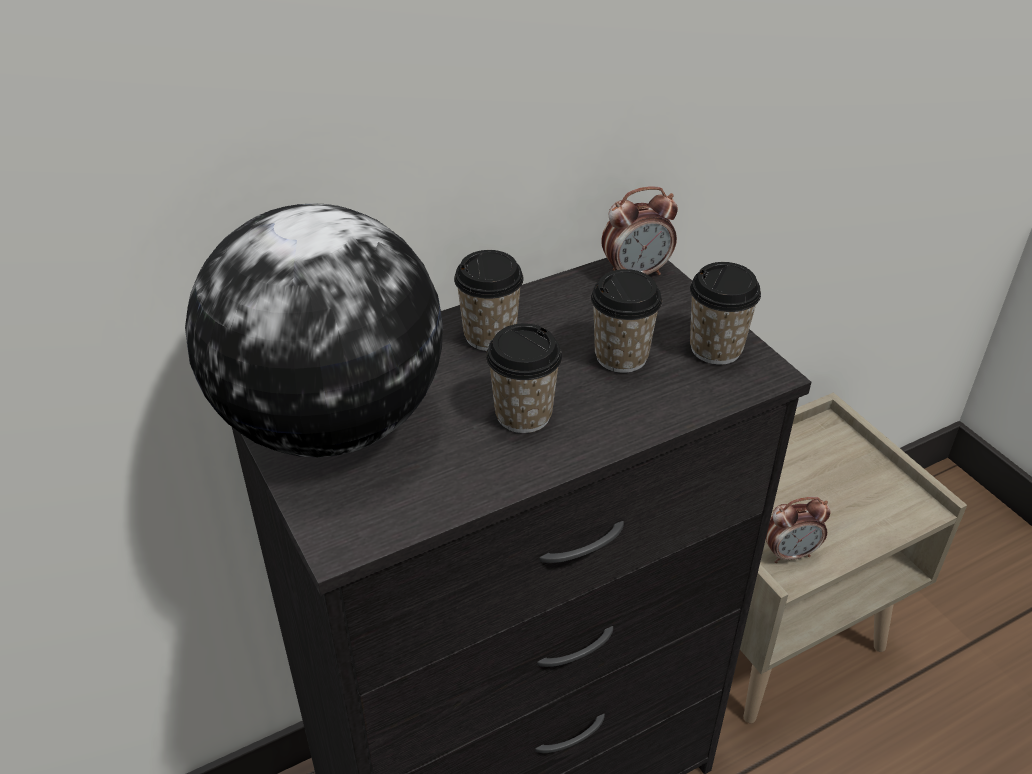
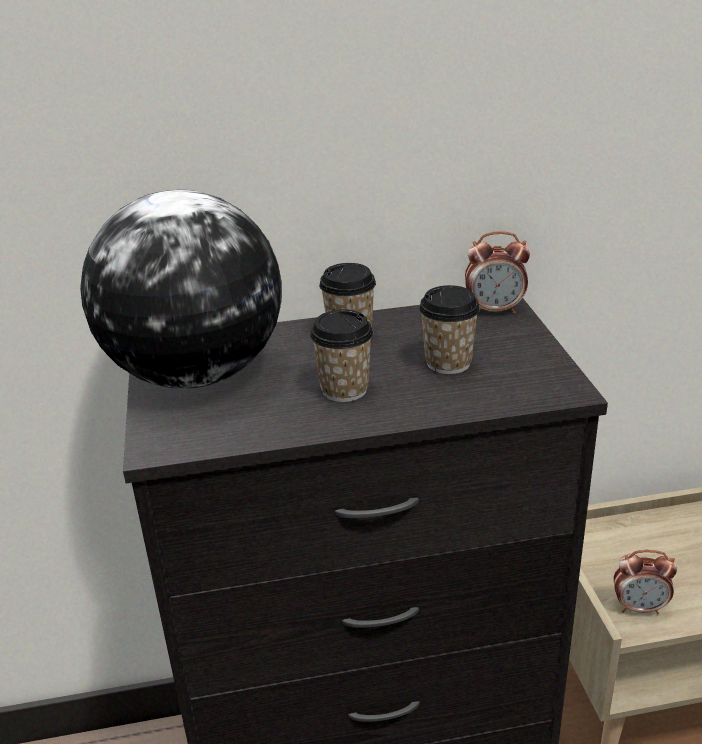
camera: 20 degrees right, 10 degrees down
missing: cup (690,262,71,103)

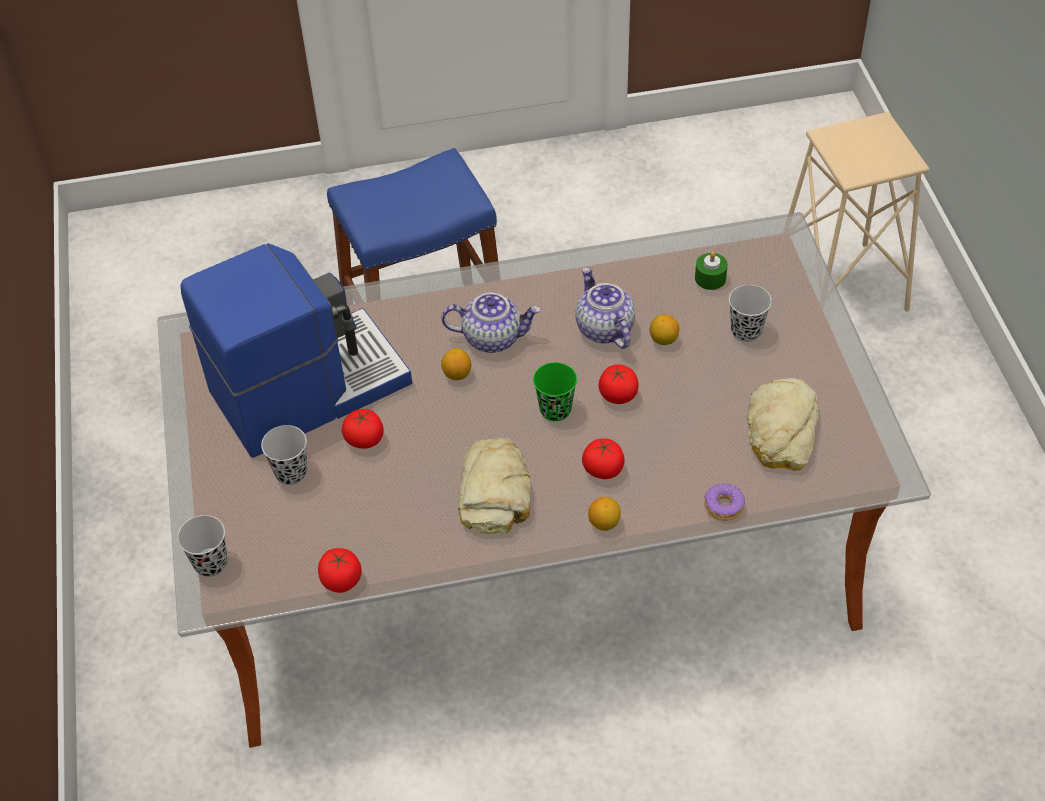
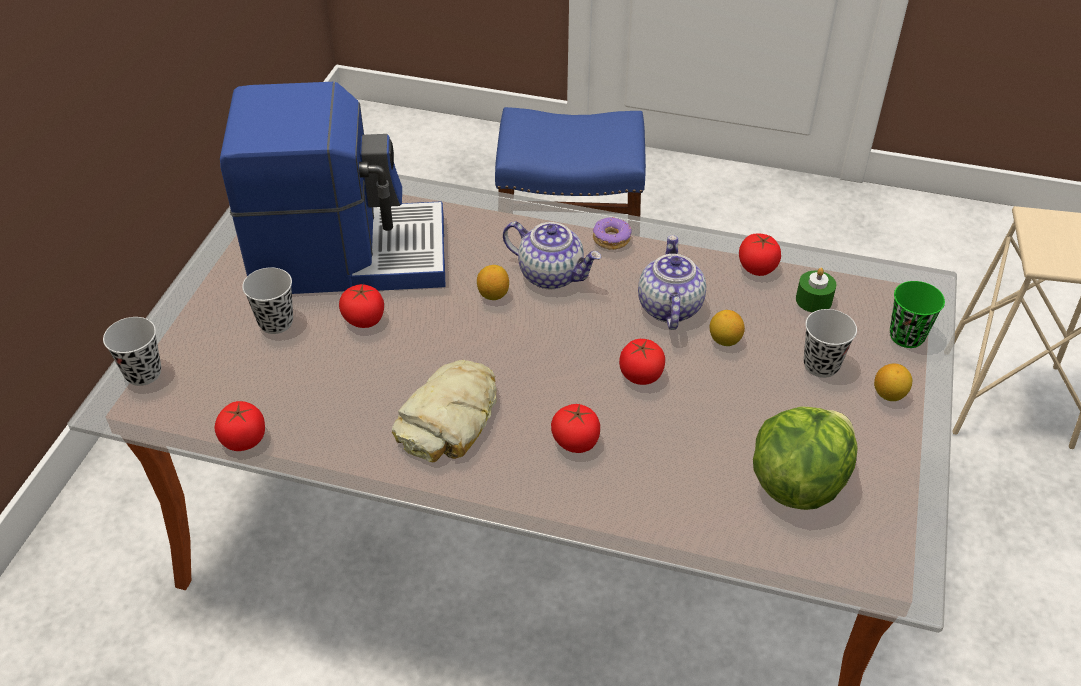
camera: 25 degrees right, 5 degrees down
appeared: tomato (739,233,42,43)
relocated: green cup (533,362,44,59) to (890,281,55,67); lemon (588,497,33,34) to (874,364,38,37); donut (704,484,41,37) to (593,217,38,33)
exchanged: bread (747,378,72,93) to lettuce (753,406,105,104)

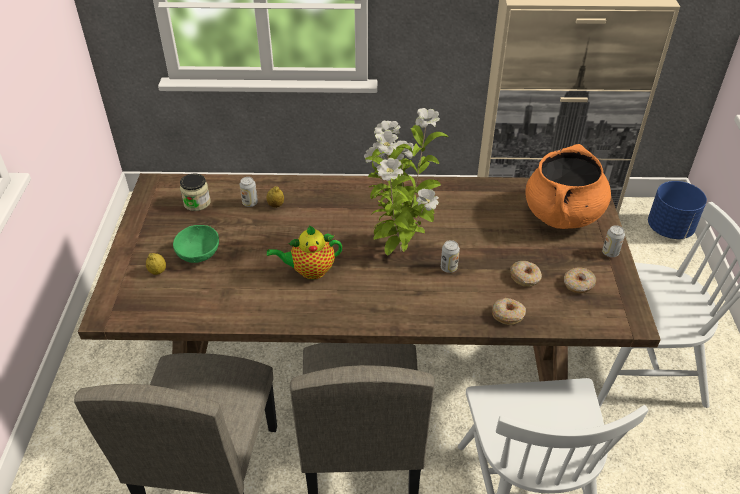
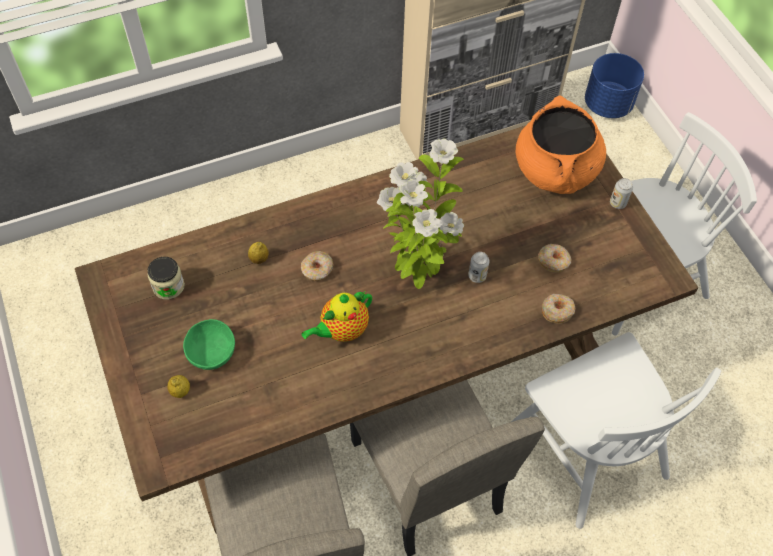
camera: 25 degrees left, 15 degrees up
missing: can (240,177,18,30)
relocated: donut (564,267,32,26) to (301,251,32,30)

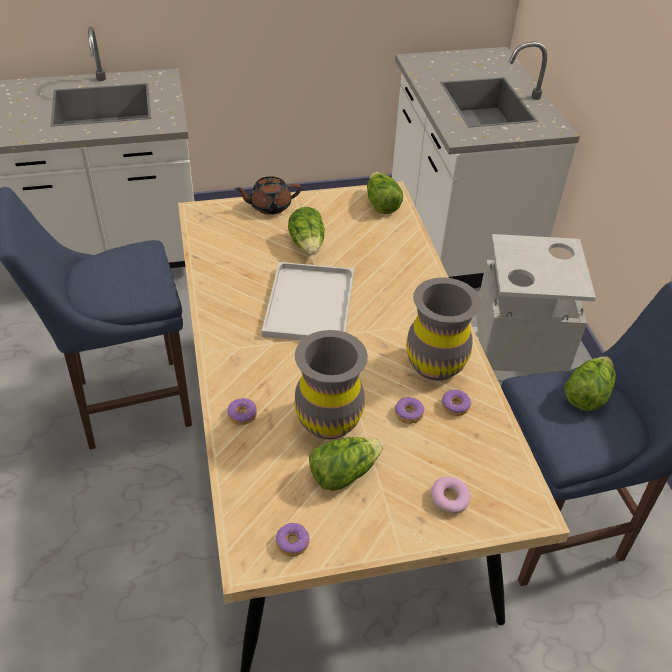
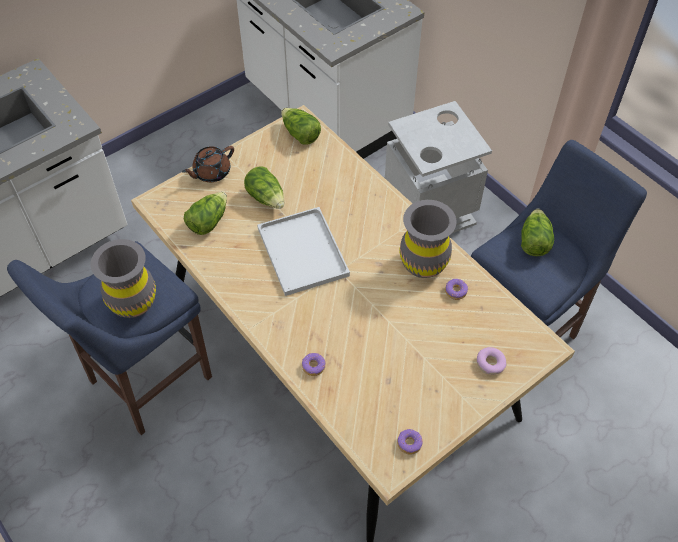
camera: 25 degrees left, 10 degrees up
missing: donut (395,396,29,28)
relocated: grey vase (294,330,74,109) to (91,239,65,79); lettuce (309,437,75,54) to (184,192,43,43)

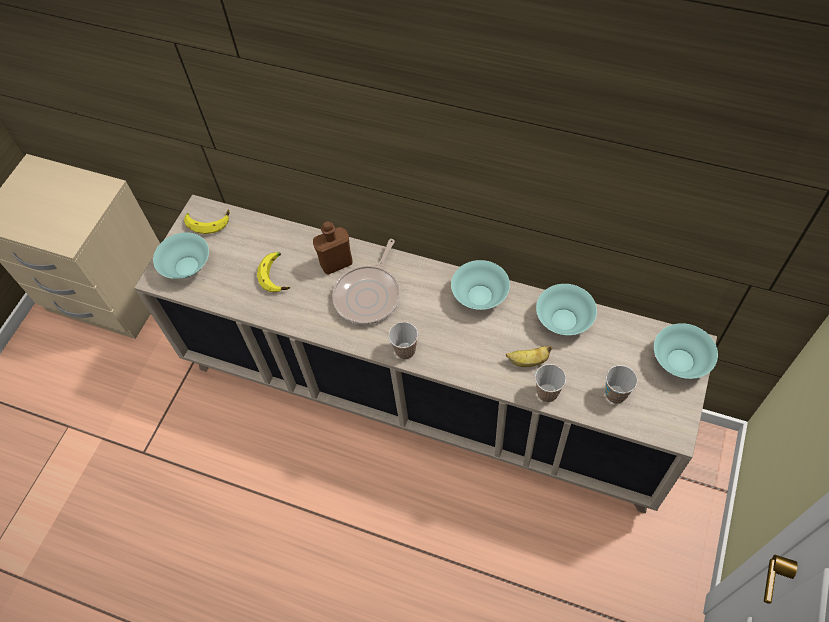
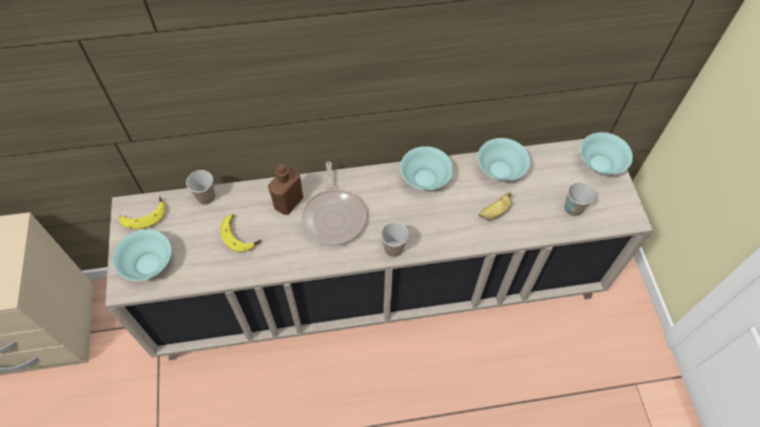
camera: 35 degrees left, 0 degrees up
relocated: cup (535,364,31,38) to (186,170,29,35)

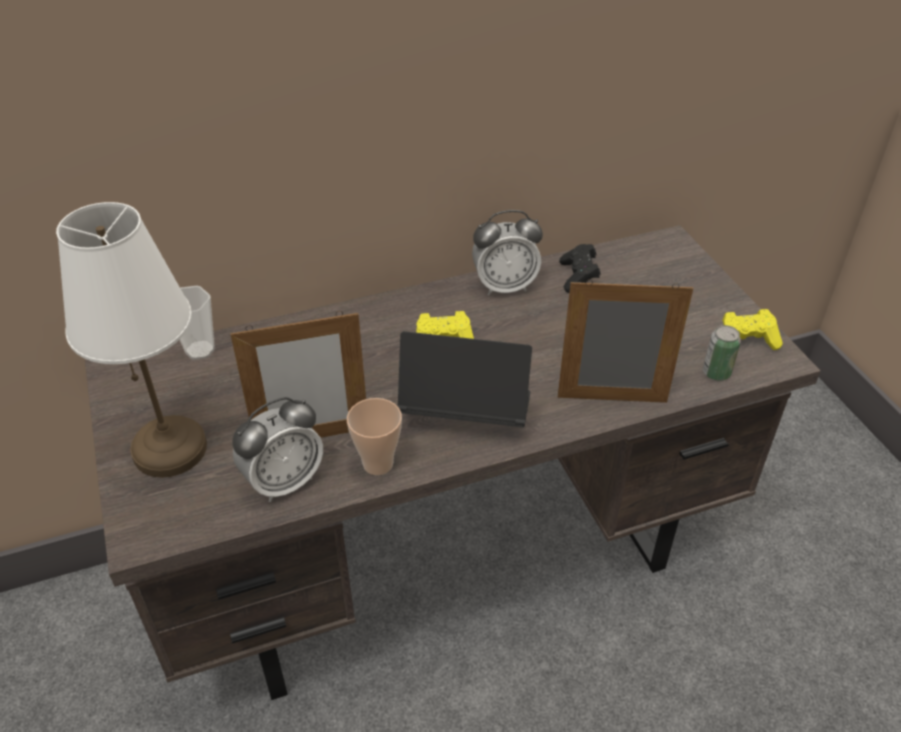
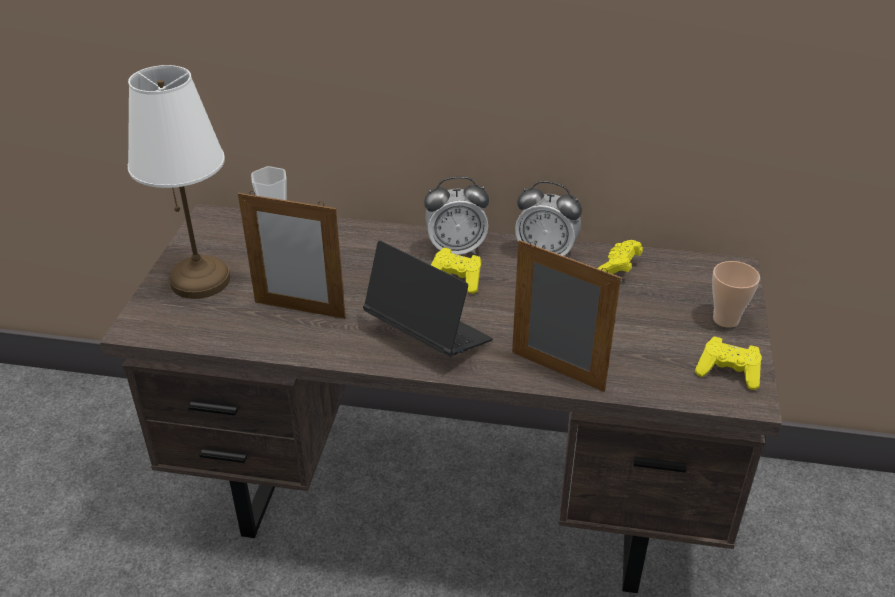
camera: 30 degrees right, 5 degrees down
missing: can (703,325,38,56)
relocated: alarm clock (232,397,91,105) to (424,176,65,79); cup (347,398,55,77) to (712,261,48,67)
colour: black game controller (559,244,42,49) to yellow game controller (597,240,46,34)

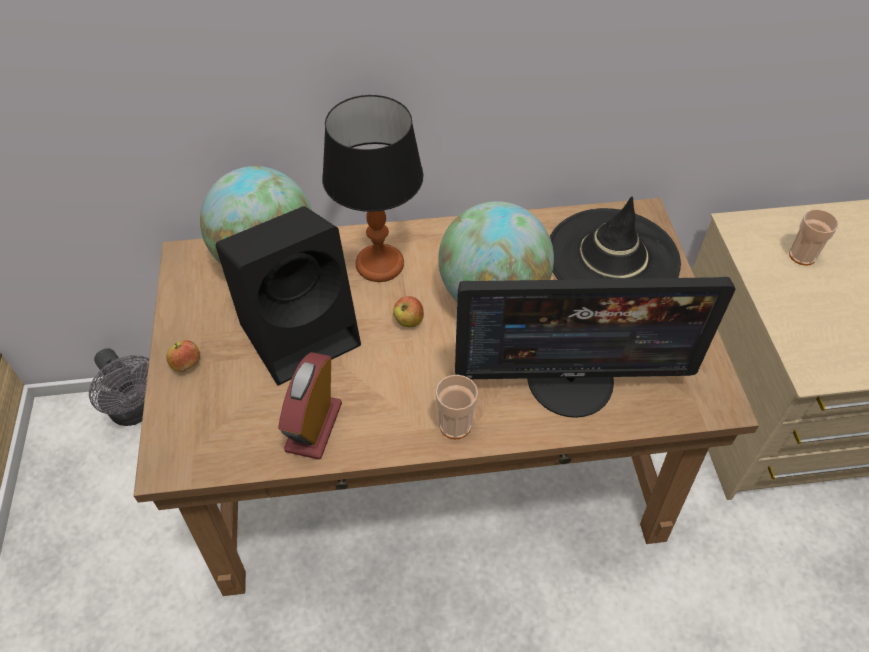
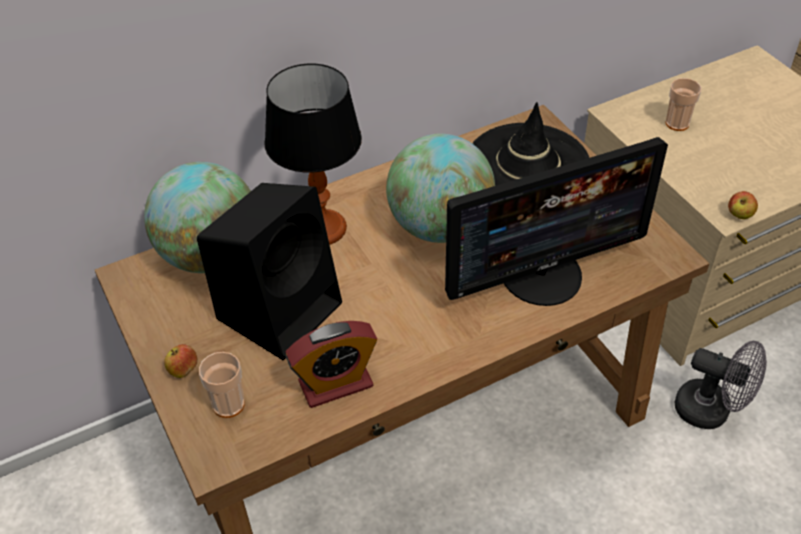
camera: 20 degrees left, 5 degrees down
relocated: grey fan (89,348,60,78) to (674,341,93,88); apple (393,296,31,31) to (728,191,30,28); cup (436,375,42,65) to (199,352,46,66)
spun: alarm clock (278,352,64,108) = (286,321,92,87) 105 degrees counterclockwise

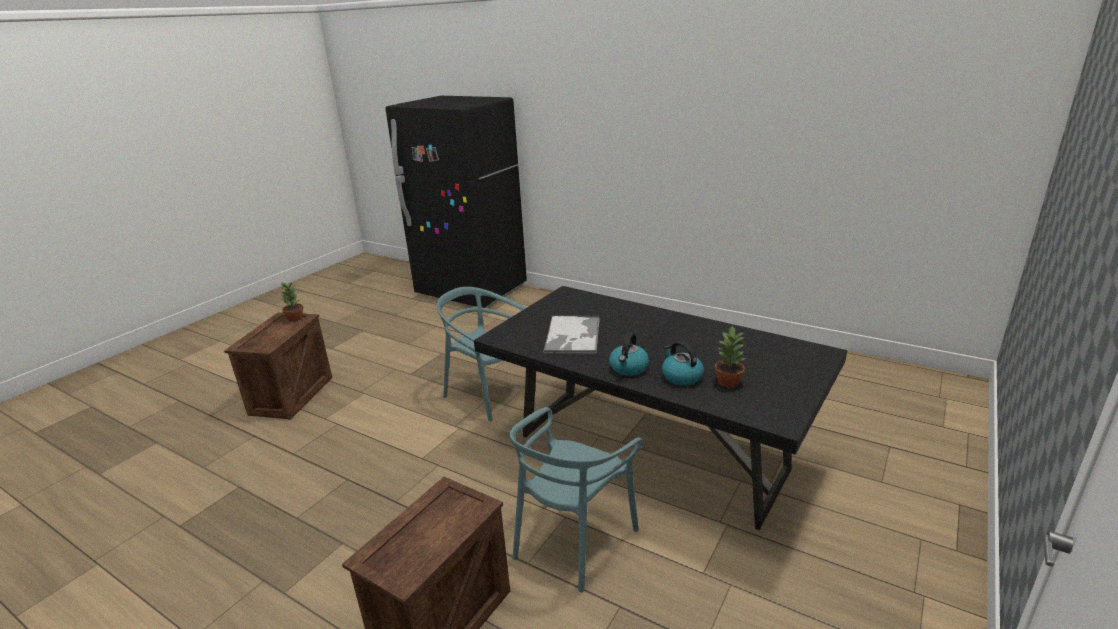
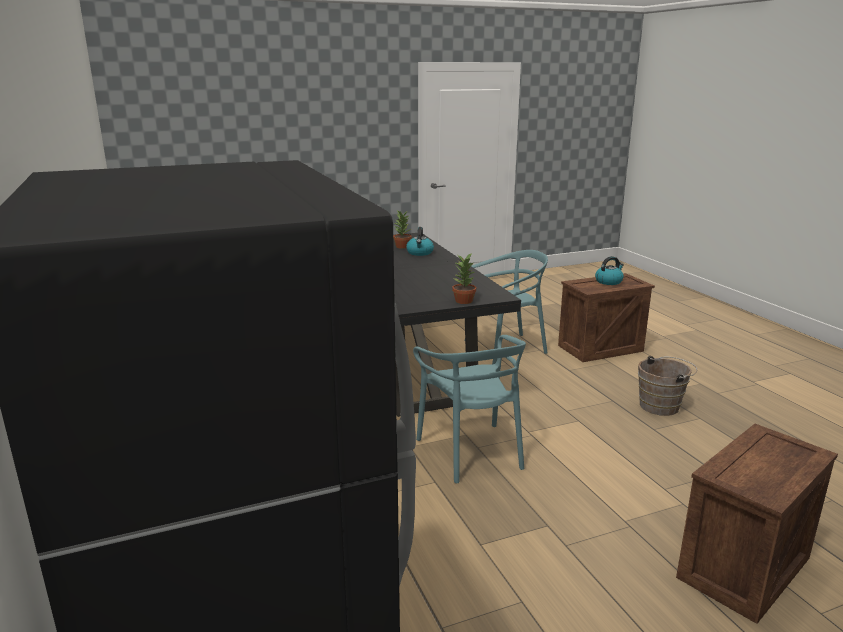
camera: 145 degrees left, 5 degrees down
missing: tray (543,315,57,40)
appeared: brown bucket (638,356,59,60)
relocated: potted plant (279,282,24,40) to (452,254,24,50); kettle (609,332,40,44) to (595,256,29,29)

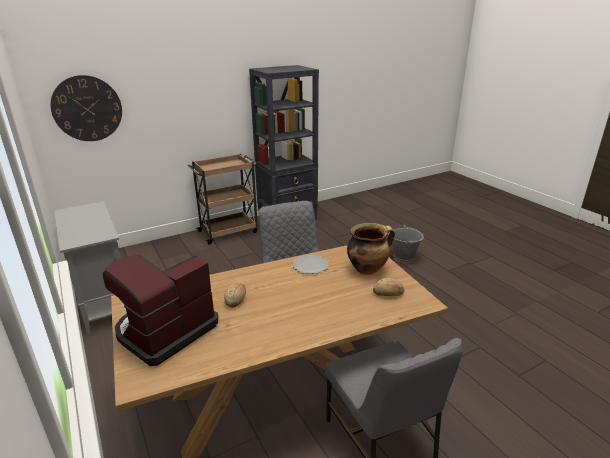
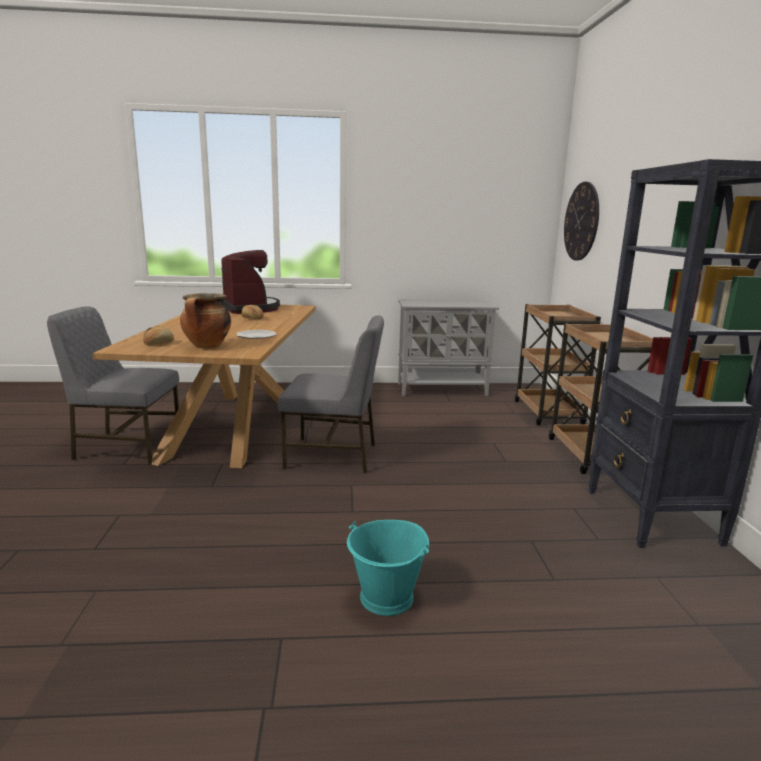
camera: 115 degrees right, 10 degrees down
appeared: brown cart (515,304,86,121)
colour: grey bucket (388,225,36,38) to turquoise bucket (347,520,82,96)

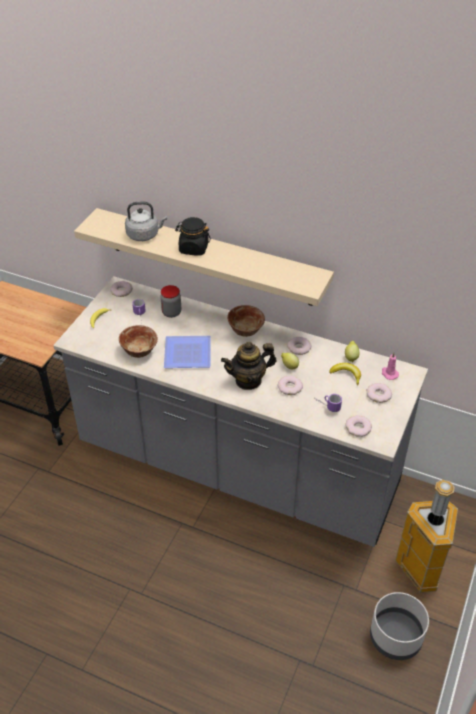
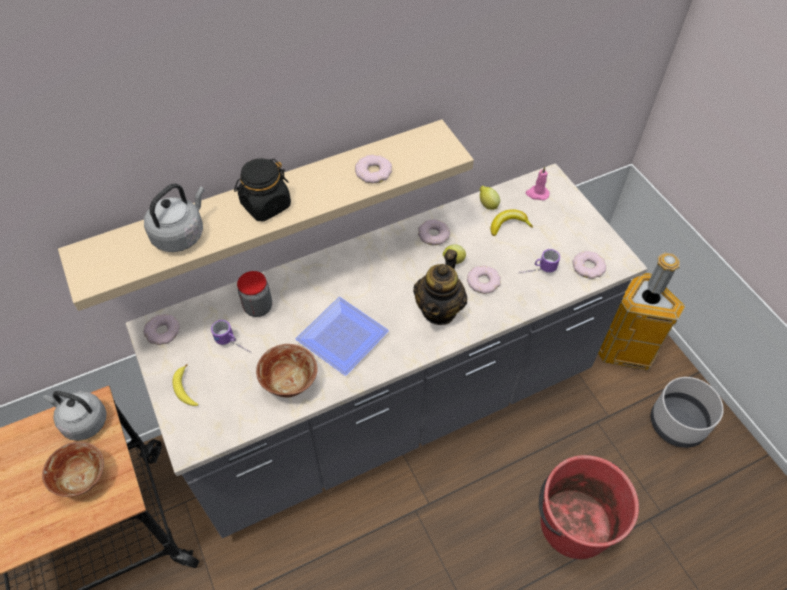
camera: 50 degrees left, 10 degrees up
appeared: grey kettle (43,391,64,50); red bucket (539,455,100,104)
relocated: bowl (227,305,38,32) to (42,442,62,55); donut (367,383,25,20) to (355,155,37,28)

